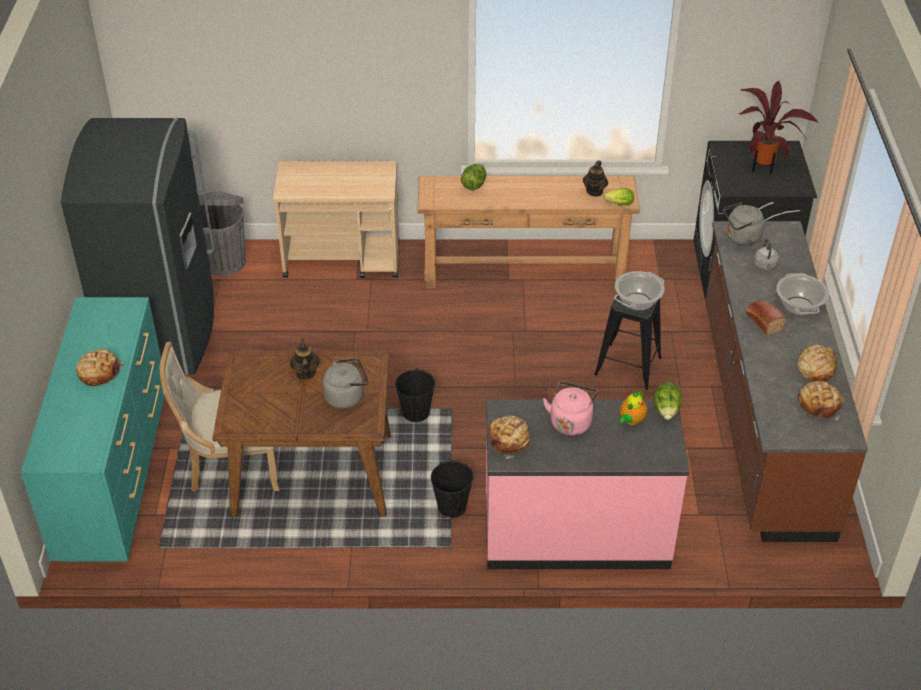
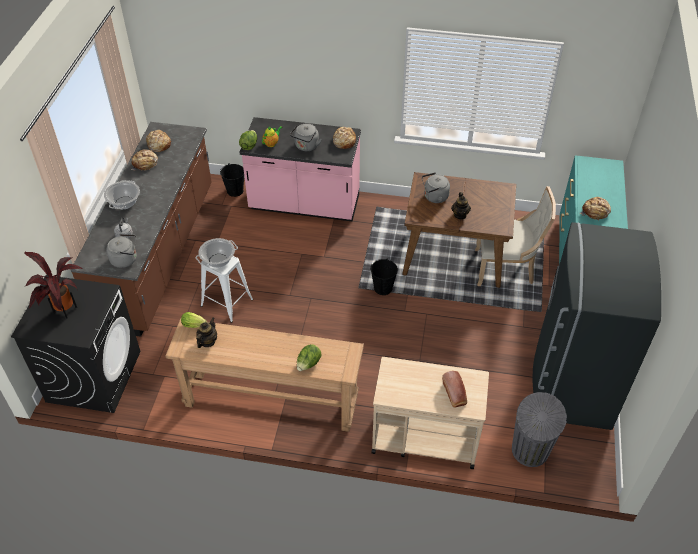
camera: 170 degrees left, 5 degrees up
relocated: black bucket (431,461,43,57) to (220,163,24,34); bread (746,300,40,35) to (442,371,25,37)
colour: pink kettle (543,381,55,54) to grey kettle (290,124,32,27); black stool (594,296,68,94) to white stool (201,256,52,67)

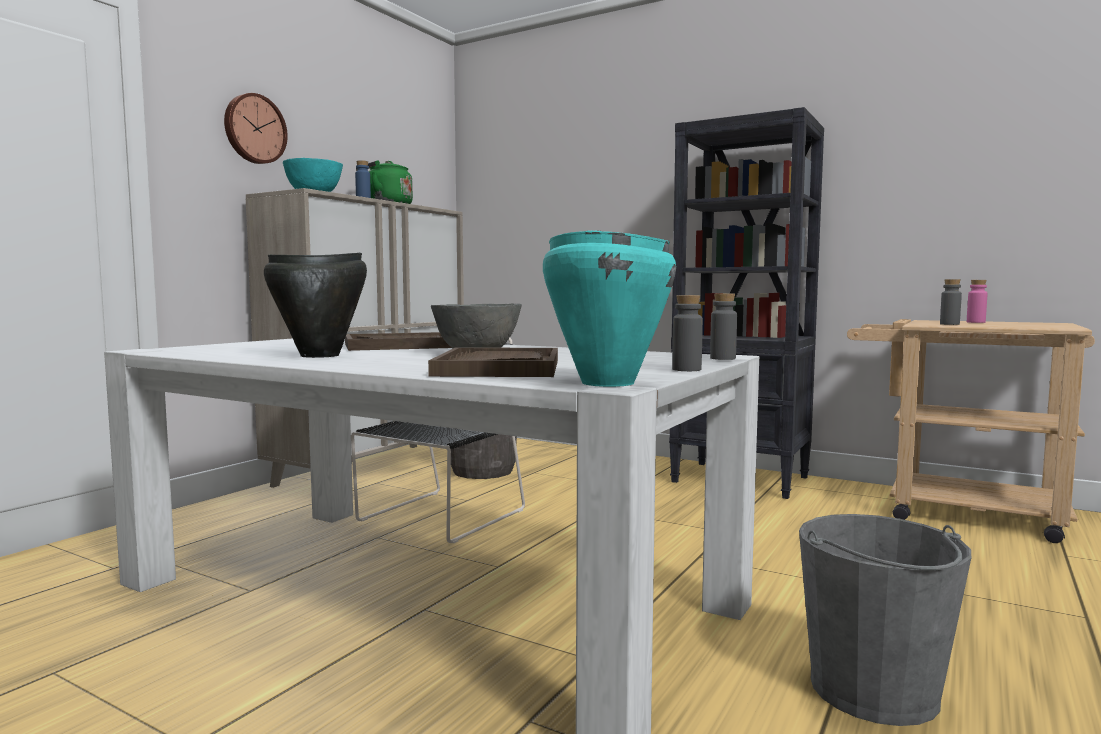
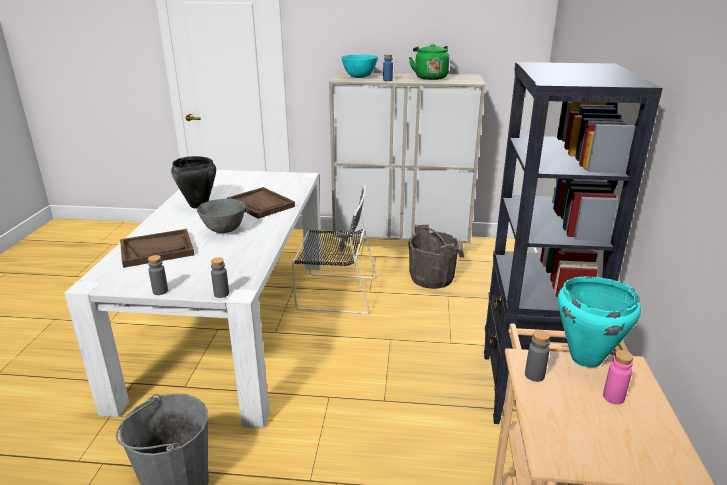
camera: 65 degrees right, 20 degrees up
missing: wall clock (224,93,64,71)
relocated: turquoise cooking pot (543,230,133,157) to (558,277,83,91)

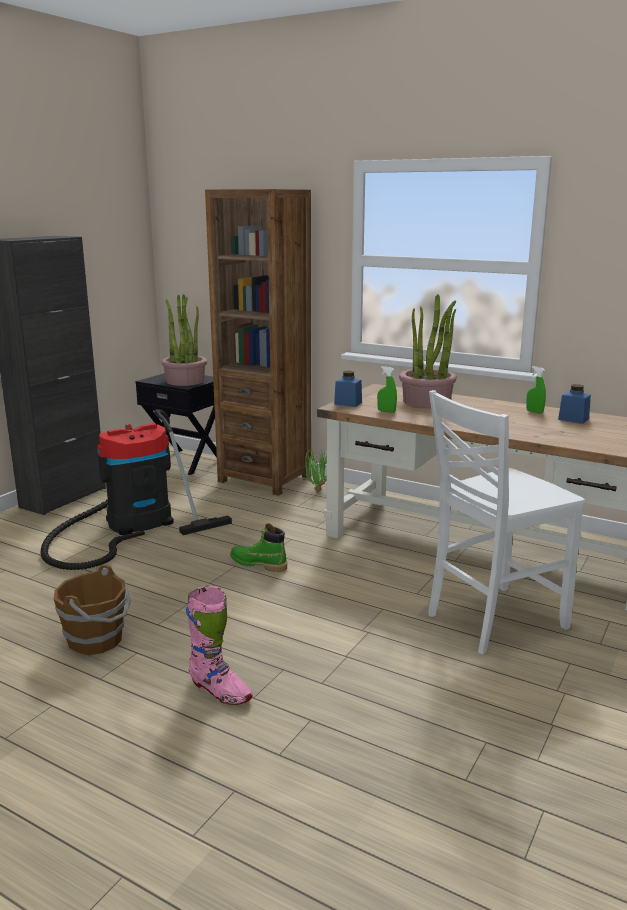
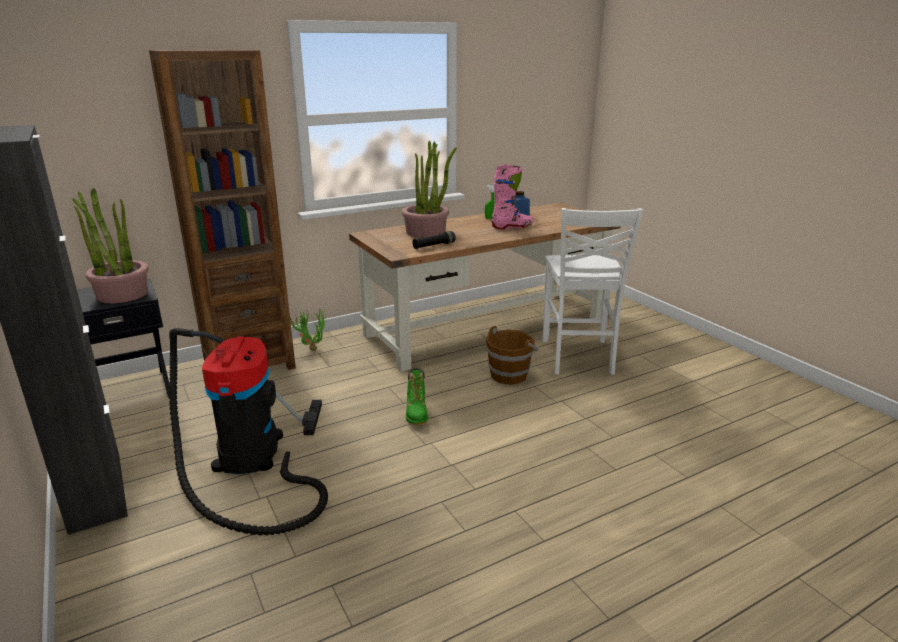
camera: 60 degrees left, 5 degrees up
missing: blue jar (334,371,28,36)
relocated: brown bucket (54,565,77,90) to (486,326,53,59); pink boot (186,586,67,119) to (492,165,41,64)
exchanged: green spray bottle (377,366,20,47) to black flashlight (412,231,44,18)
spun: green boot (230,523,57,49) = (406,368,22,57) 60 degrees counterclockwise

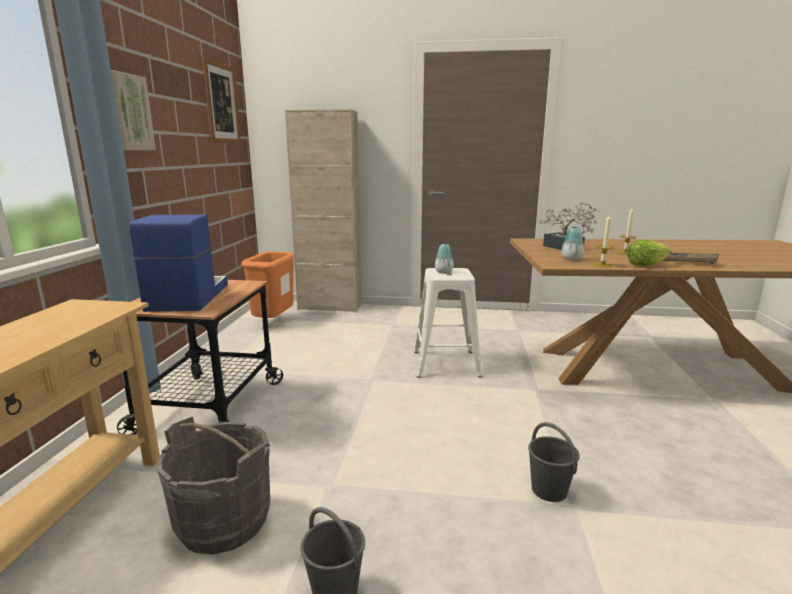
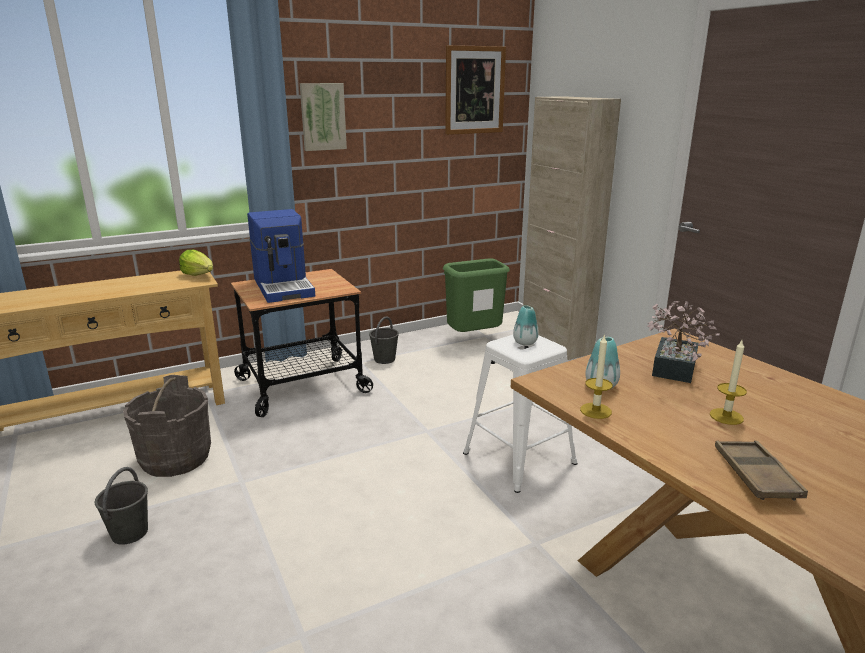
camera: 55 degrees right, 5 degrees up
relocated: grey bucket (528,422,52,80) to (369,317,30,47); lettuce (627,240,45,27) to (179,250,34,26)
colour: orange trash can (241,251,54,67) to green trash can (443,259,67,73)
spun: coffee machine (129,214,99,98) = (247,209,68,94) 105 degrees clockwise

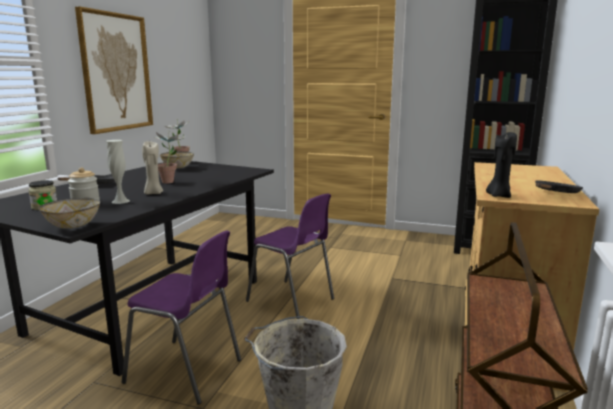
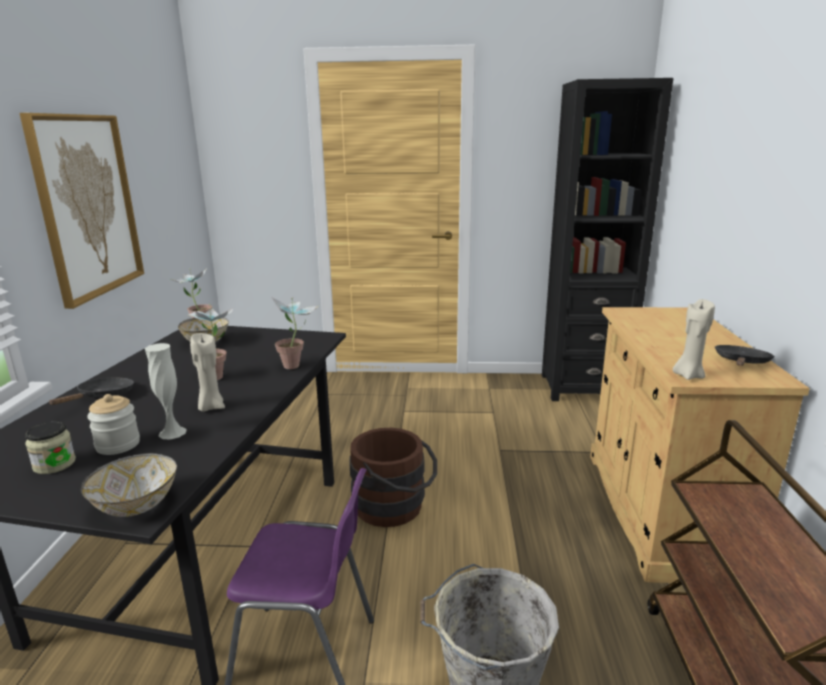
camera: 15 degrees left, 5 degrees up
appeared: potted plant (272,298,46,71)
exchanged: purple chair (246,193,88,126) to brown bucket (349,428,88,99)
colour: black candle (486,132,31,66) to beige candle (673,299,42,81)

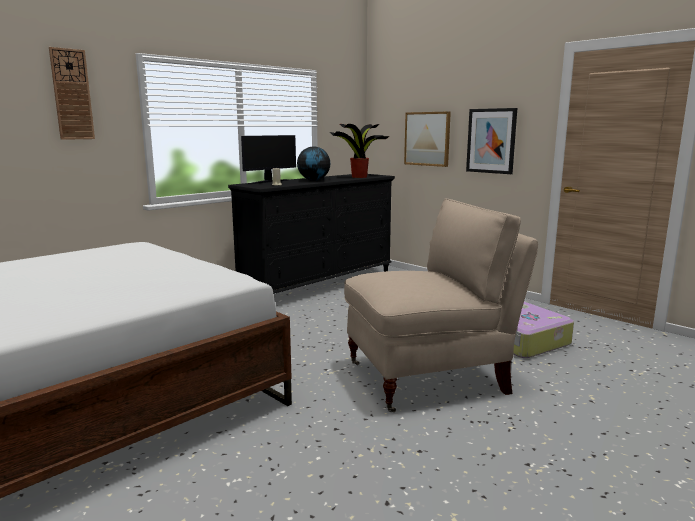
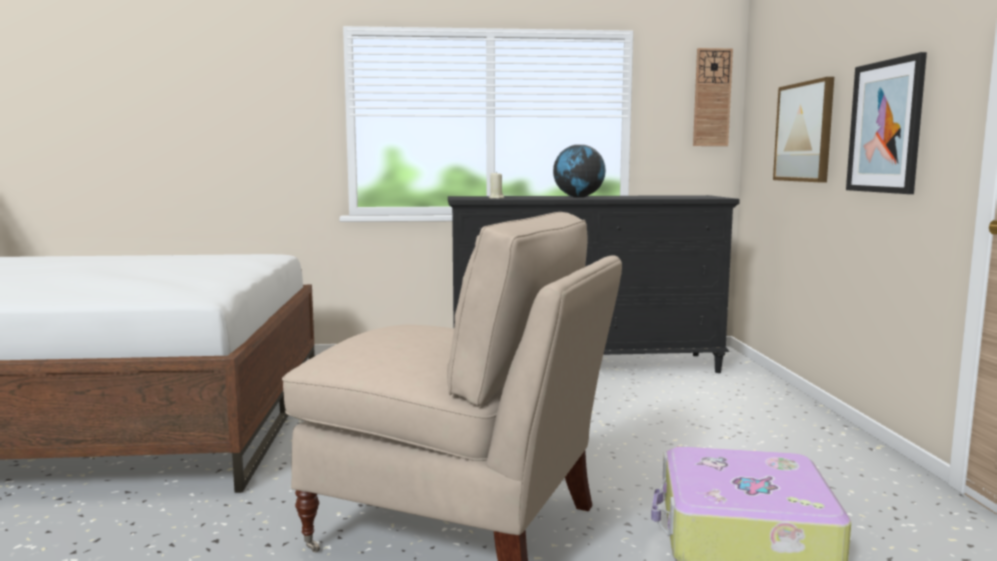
camera: 40 degrees right, 5 degrees down
missing: monitor (241,135,55,49); potted plant (330,124,59,54)
relocated: wall clock (49,47,46,93) to (693,48,40,98)

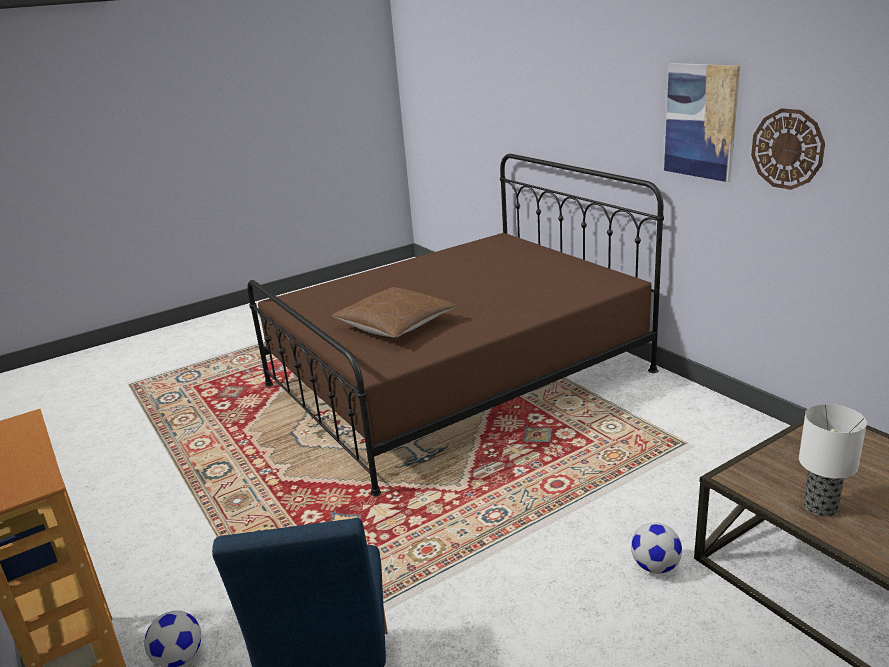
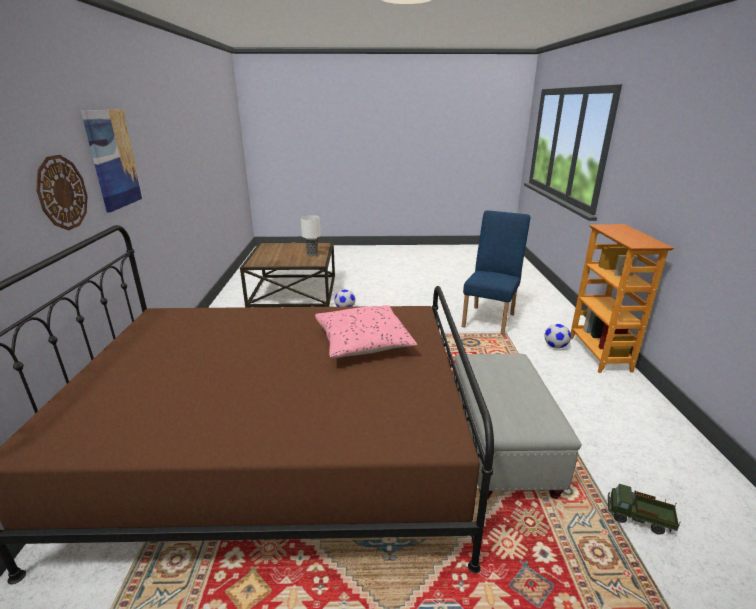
camera: 150 degrees left, 0 degrees up
appeared: grey ottoman (453,354,129,145); toy truck (608,484,72,51)
relocated: wall clock (751,108,74,82) to (36,155,51,75)
colour: brown pillow (331,287,125,51) to pink pillow (315,305,102,53)

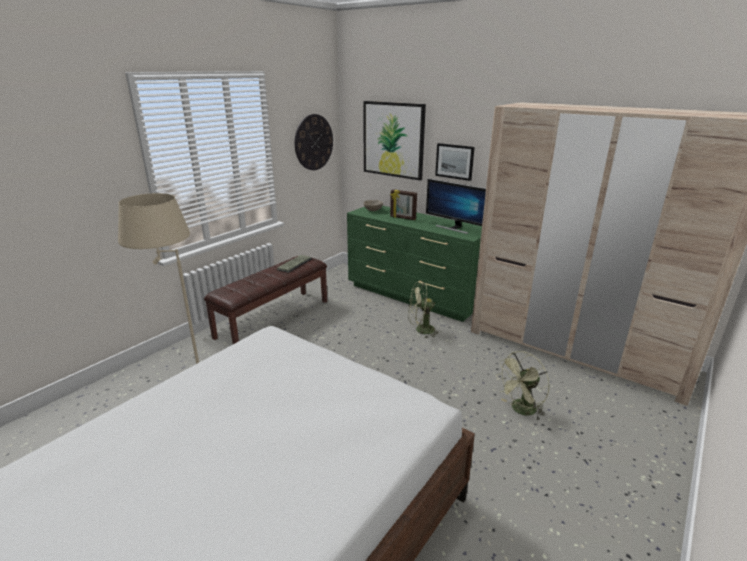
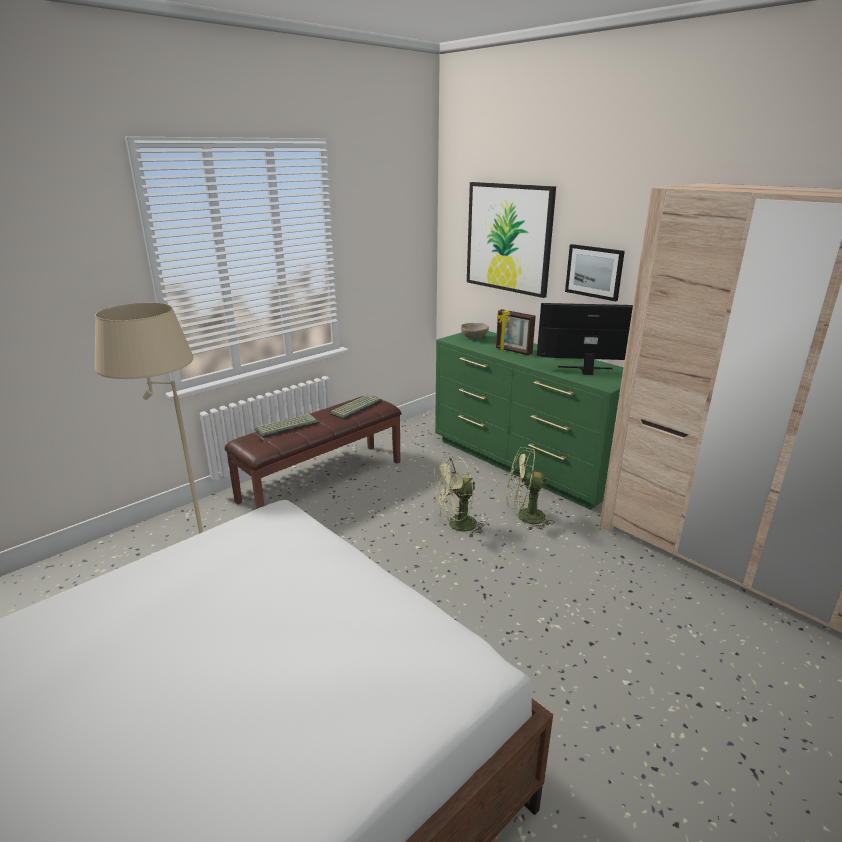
camera: 10 degrees right, 0 degrees up
missing: wall clock (295,114,38,56)
appeared: keyboard (255,414,64,24)
relocated: green fan (497,351,52,70) to (431,456,55,82)
spun: monitor (426,179,60,55) = (537,303,96,72) 135 degrees clockwise

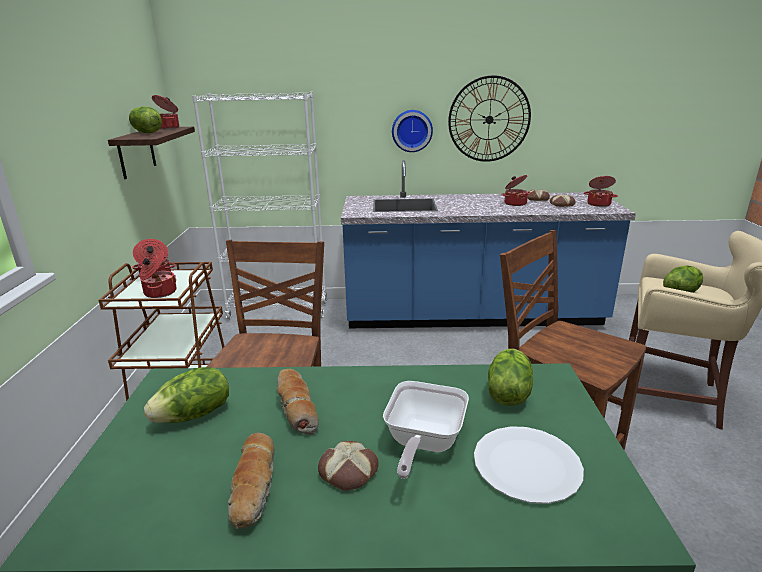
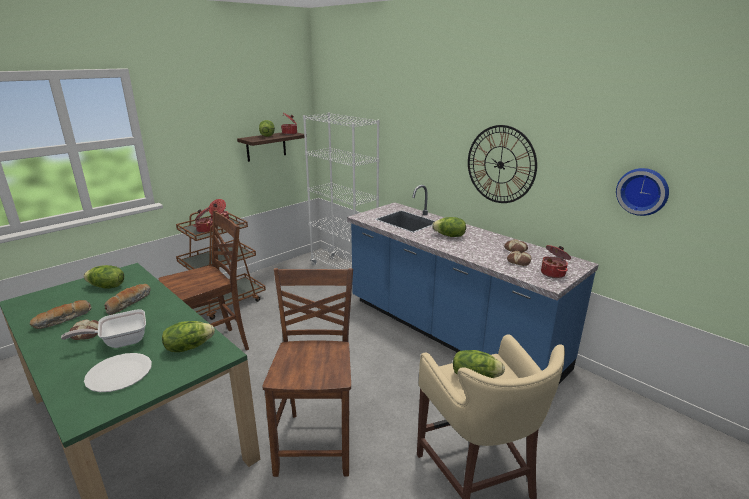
camera: 45 degrees right, 0 degrees up
missing: cooking pot (501,175,30,31)
appeared: lettuce (432,217,34,20)
relocated: wall clock (392,110,41,42) to (616,168,53,48)

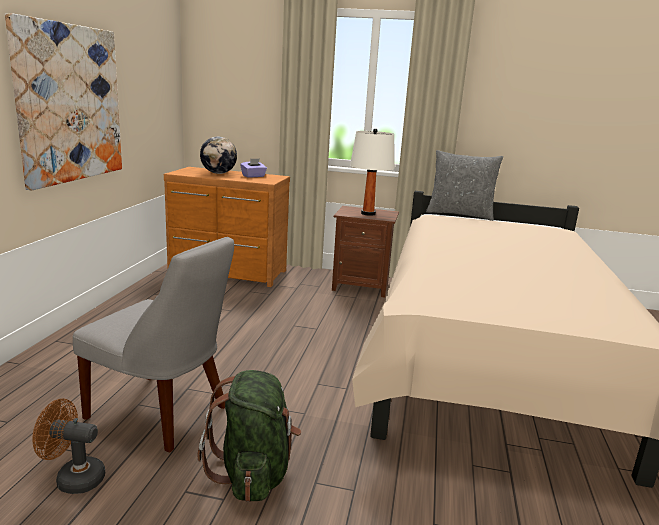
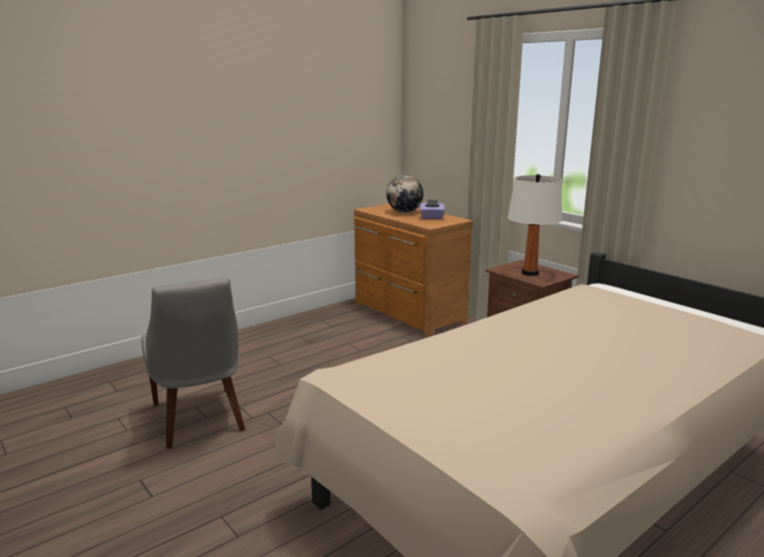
camera: 40 degrees right, 0 degrees up
missing: picture (5,13,117,177); brown fan (32,398,73,96); green backpack (198,370,104,132); grey pillow (426,150,77,71)

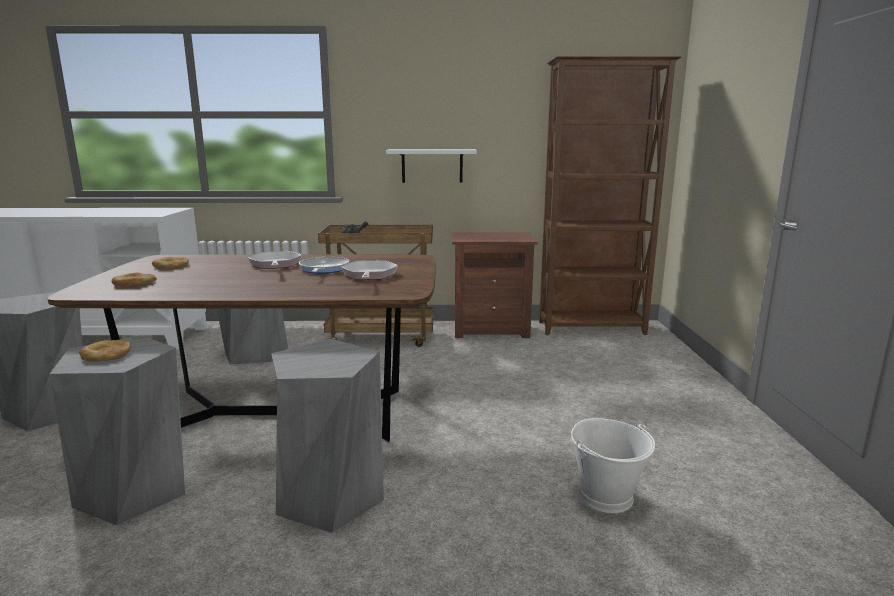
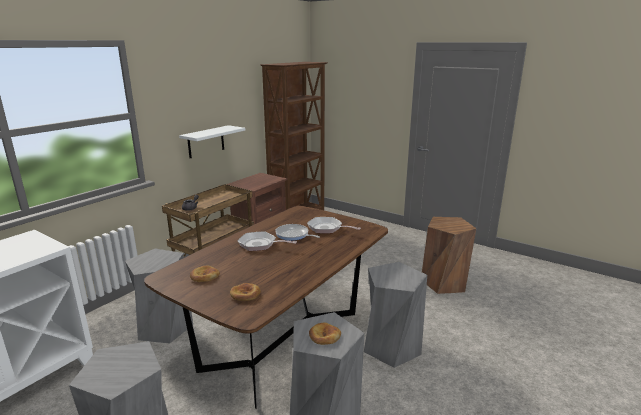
camera: 55 degrees left, 5 degrees up
exchanged: white bucket (571,418,84,95) to brown stool (422,217,54,77)

